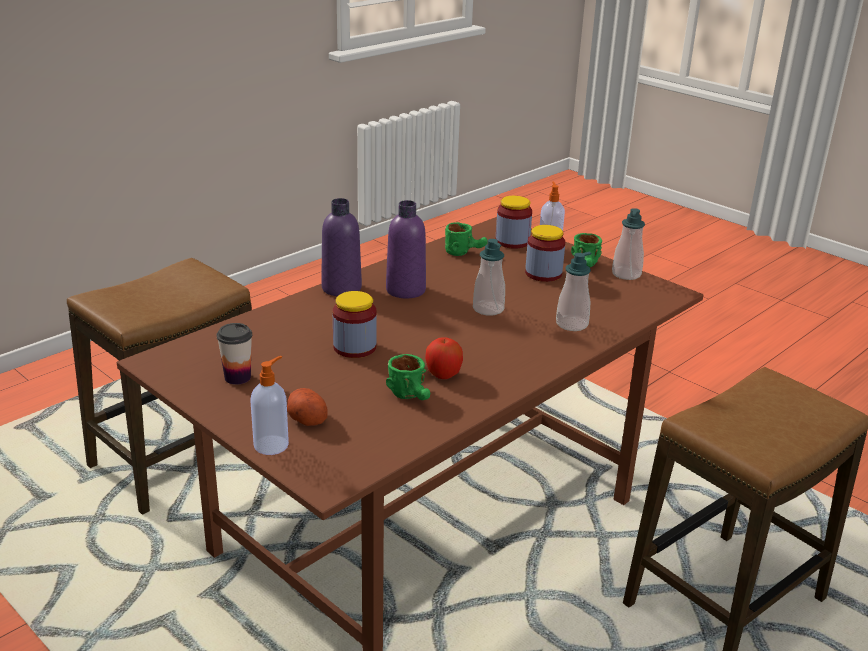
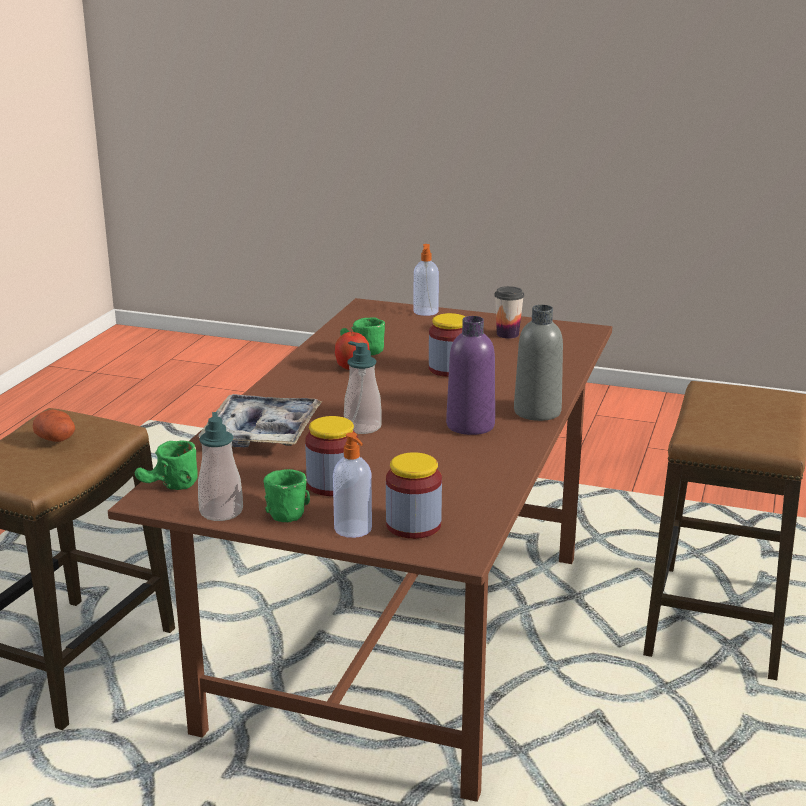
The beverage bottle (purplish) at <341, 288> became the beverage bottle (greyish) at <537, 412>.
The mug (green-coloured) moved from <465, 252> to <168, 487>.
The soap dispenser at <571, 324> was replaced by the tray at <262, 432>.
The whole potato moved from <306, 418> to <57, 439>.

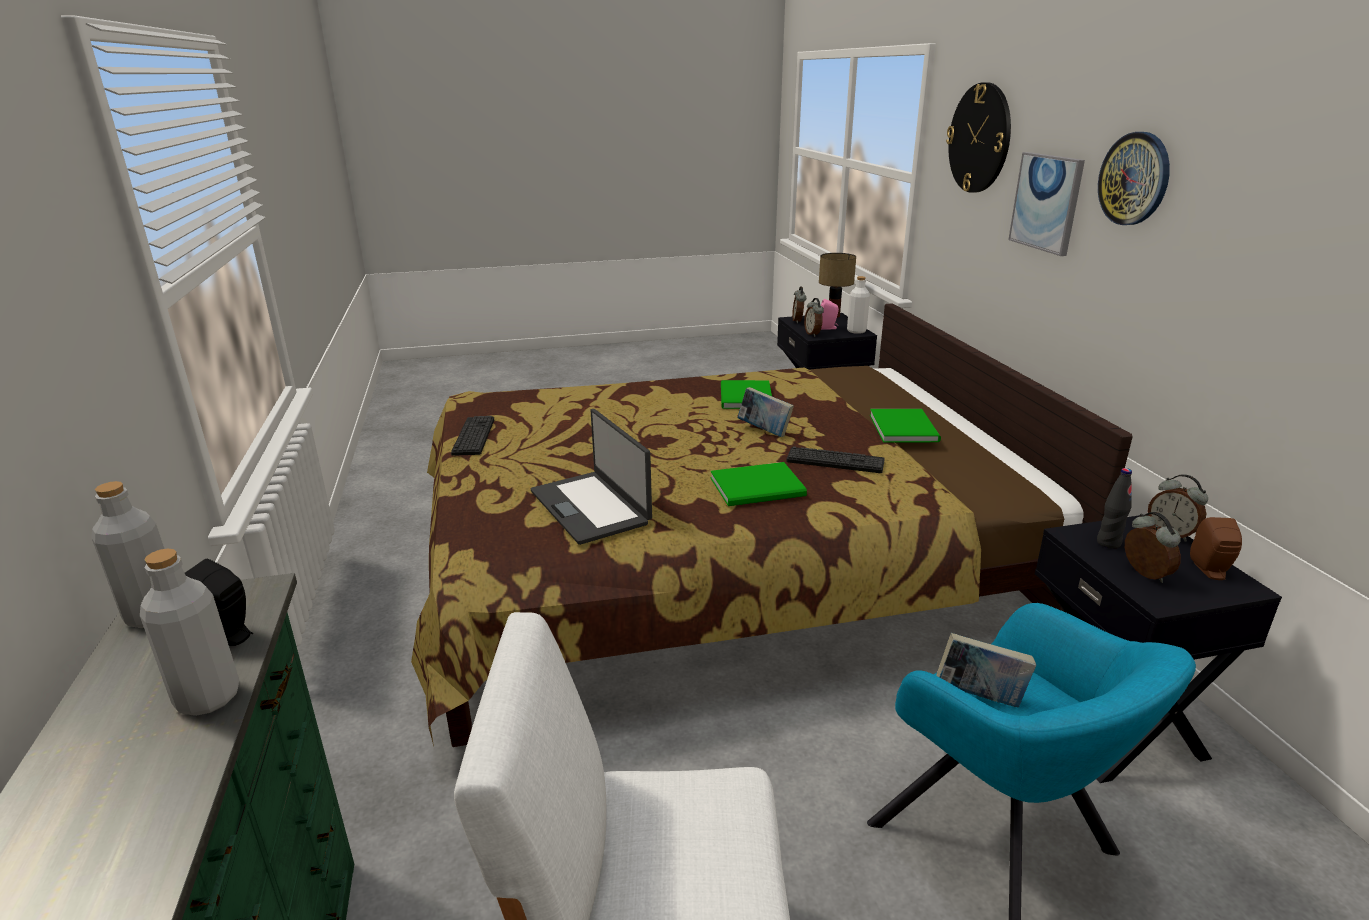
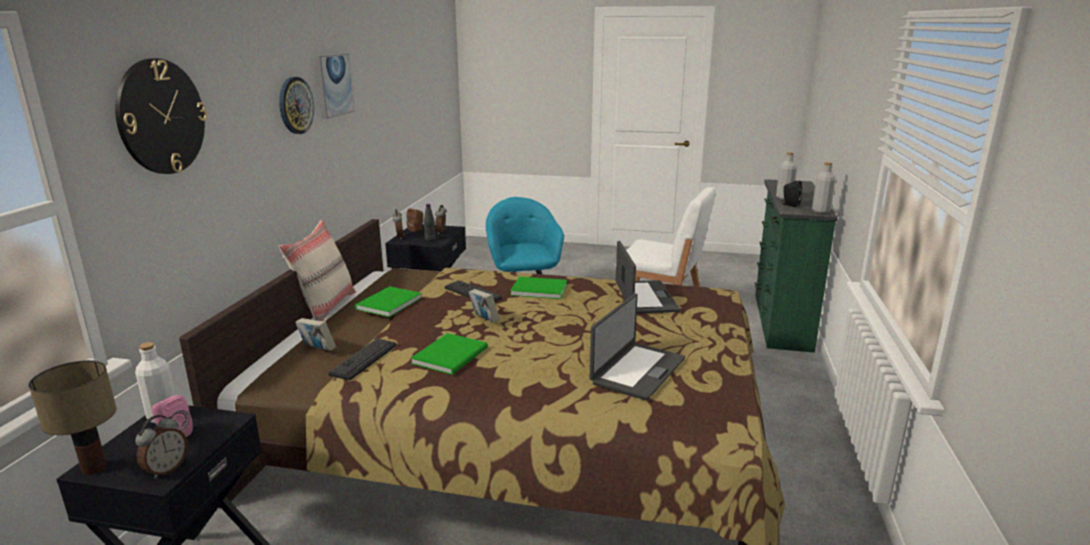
The picture moved from <1046, 202> to <334, 85>.
The alarm clock at <813, 334> disappeared.
The PC keyboard moved from <473, 436> to <364, 359>.
The volume moved from <979, 696> to <317, 350>.
The cushion (sand-coloured) at <325, 307> appeared.
The portable computer at <637, 370> appeared.

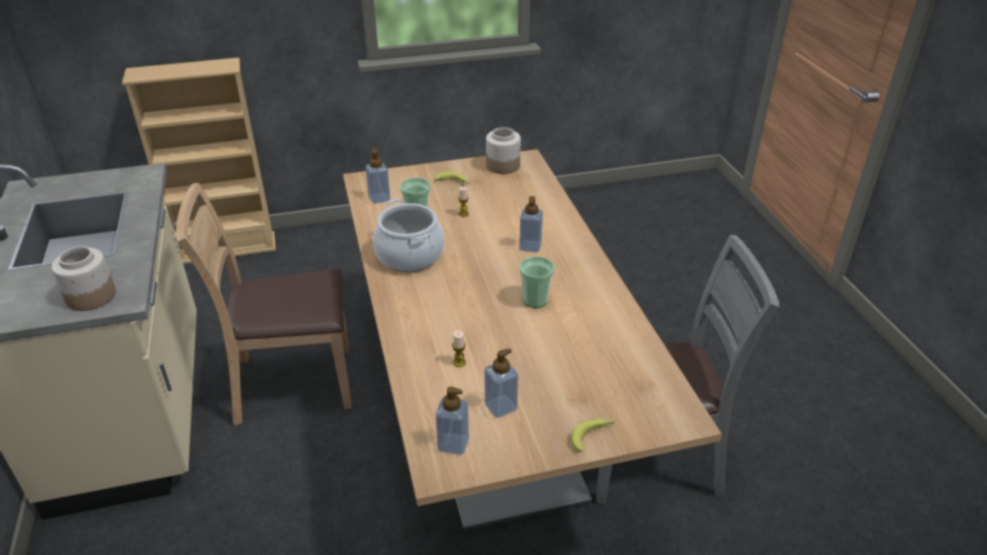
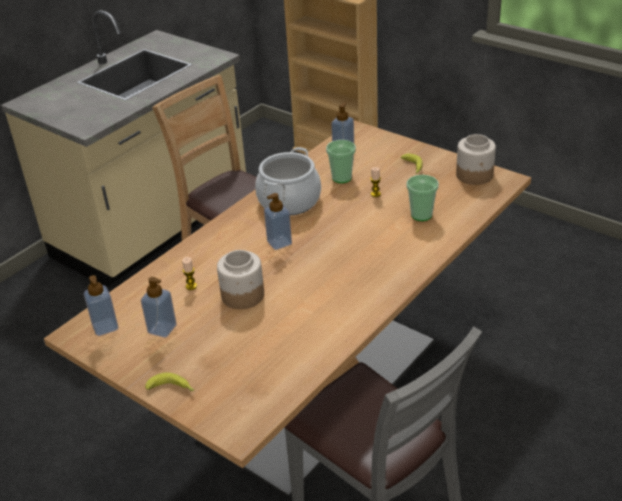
The soap dispenser moved from <530, 246> to <279, 242>.
The preserve jar moved from <90, 297> to <242, 295>.
The cup moved from <535, 300> to <421, 215>.

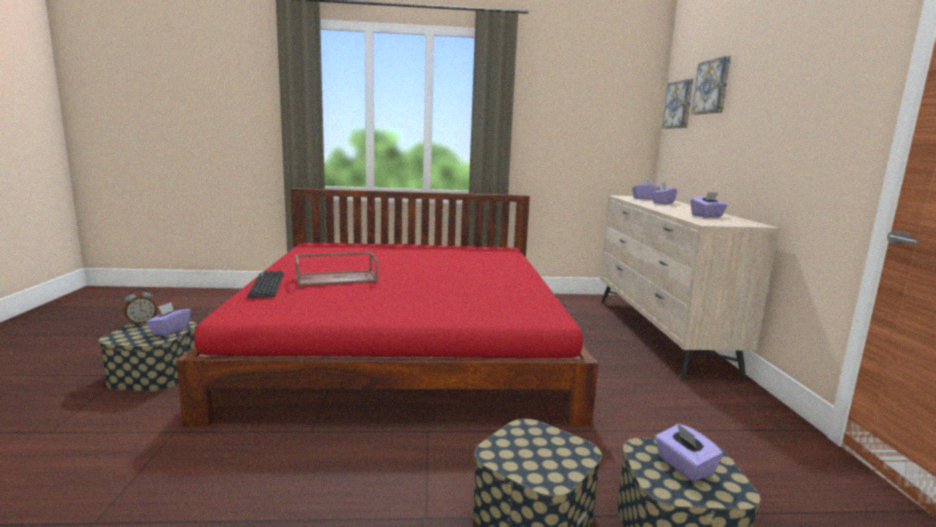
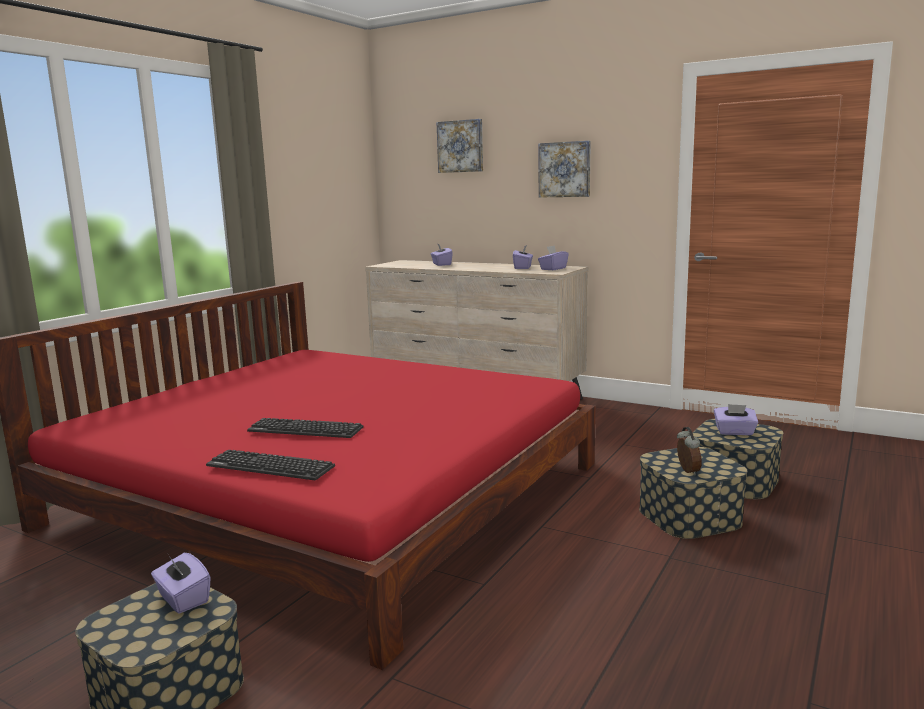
The picture moved from <679, 105> to <565, 169>.
The tissue holder (purplish) moved from <644, 198> to <553, 269>.
The tray (brown-coloured) at <337, 278> was replaced by the PC keyboard at <305, 429>.
The alarm clock moved from <141, 322> to <687, 471>.

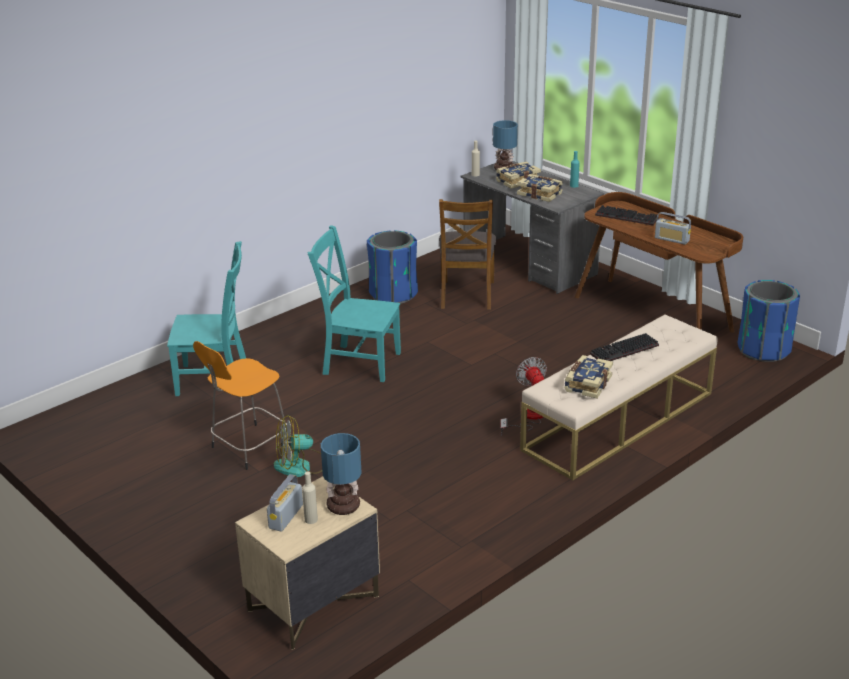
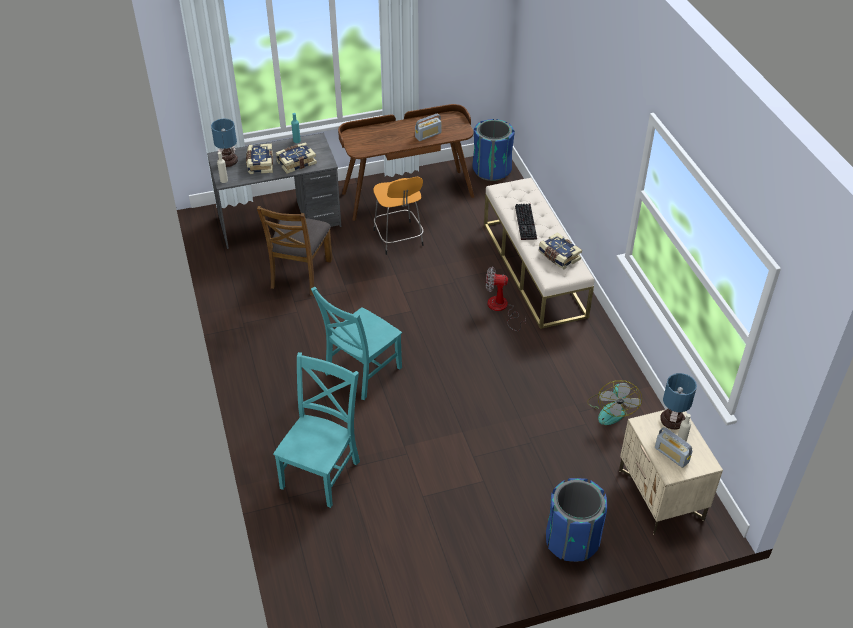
The plain chair (brown-coloured) at <466, 294> turned 75 degrees clockwise.
The PC keyboard at <628, 217> disappeared.
The waste bin (blue-coloured) moved from <393, 294> to <572, 540>.
The stool seat (orangey) moved from <248, 448> to <398, 239>.
The cooling fan moved from <301, 466> to <611, 409>.

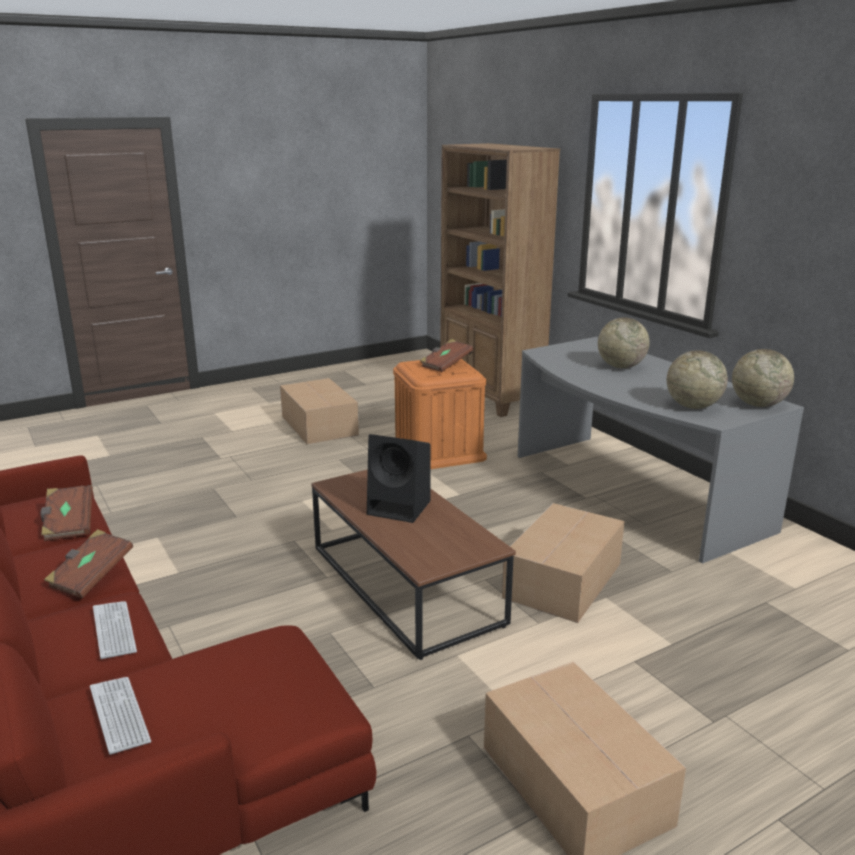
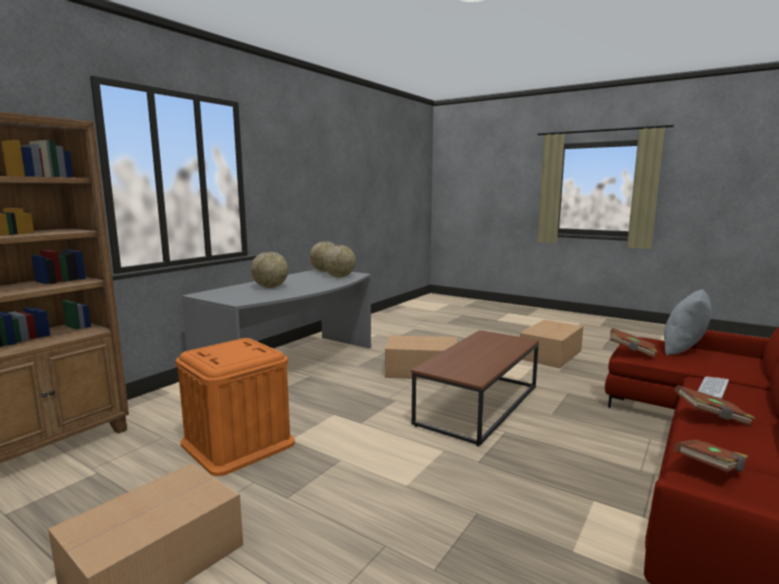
The volume (brown-coloured) moved from <445, 365> to <631, 351>.
The loudspeaker (black-coloured) at <401, 508> disappeared.
The PC keyboard at <119, 715> disappeared.
The cushion (greyish) at <683, 350> appeared.

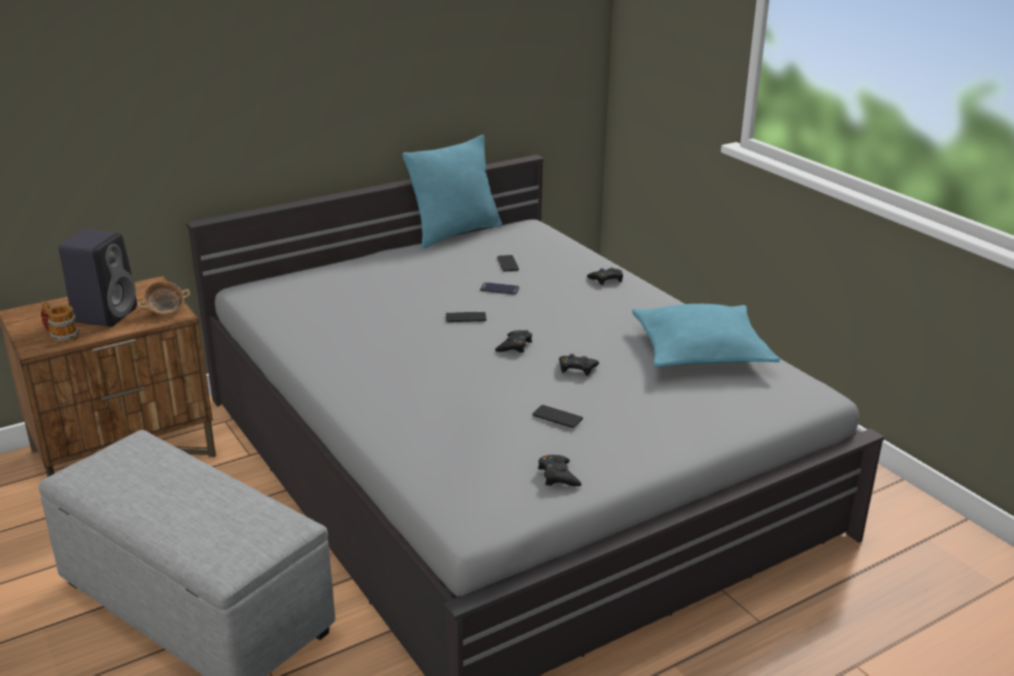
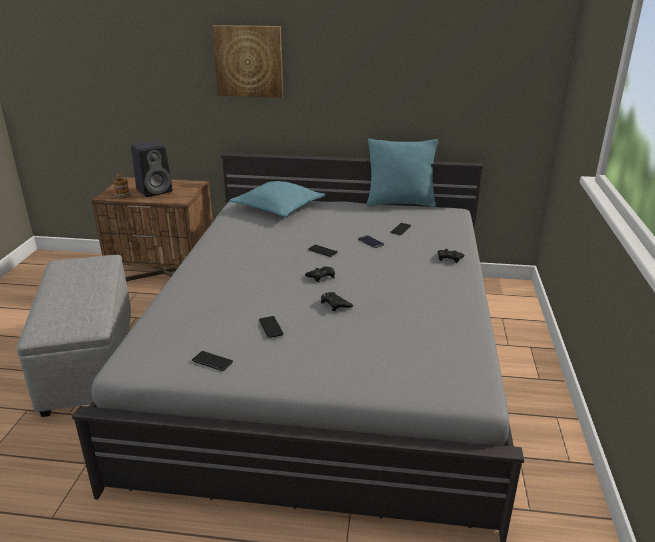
The serving bowl at <166, 312> disappeared.
The cushion (turquoise) moved from <700, 351> to <278, 208>.
The gamepad (black-coloured) at <558, 475> was replaced by the telephone at <212, 361>.
The picture at <249, 61> appeared.

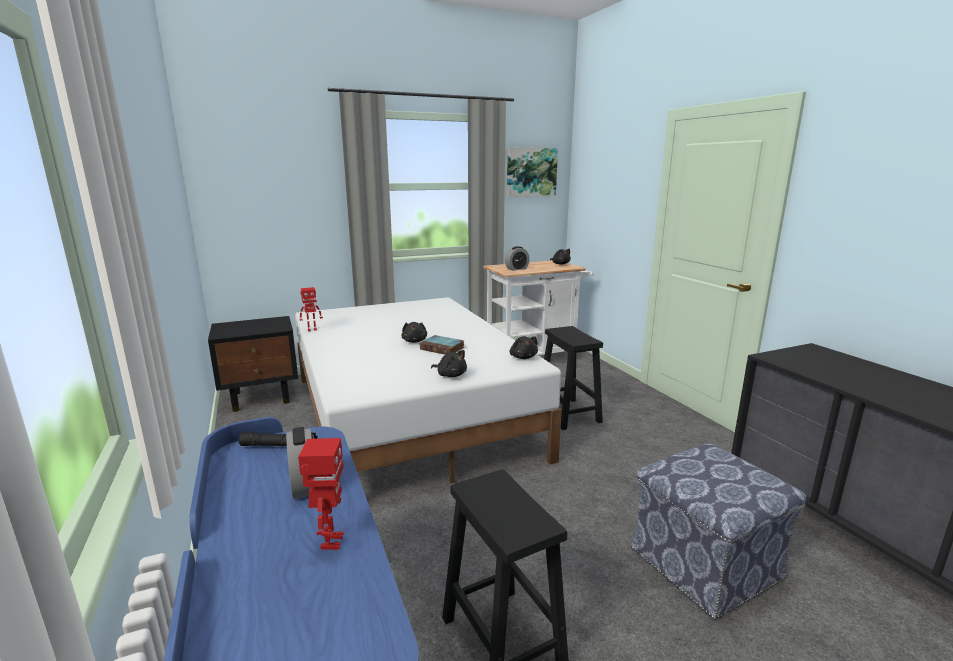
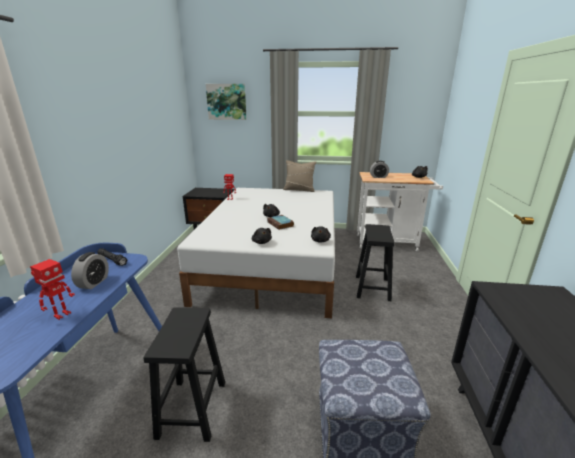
The picture moved from <531, 172> to <226, 102>.
The cushion (sand-coloured) at <299, 189> appeared.

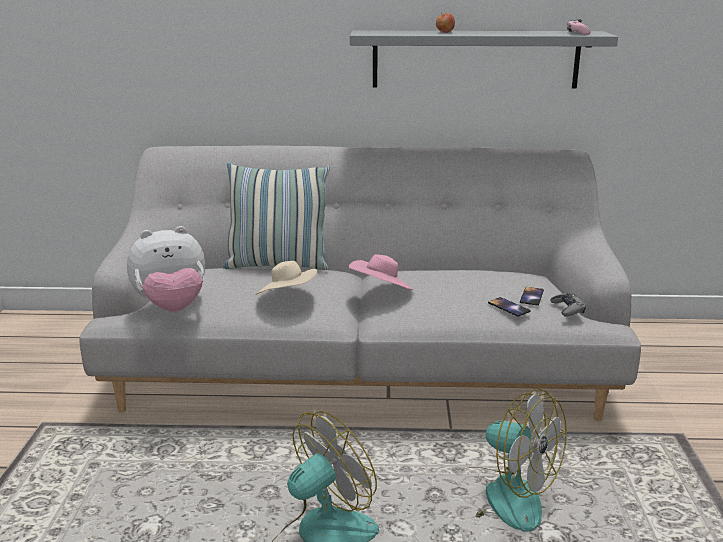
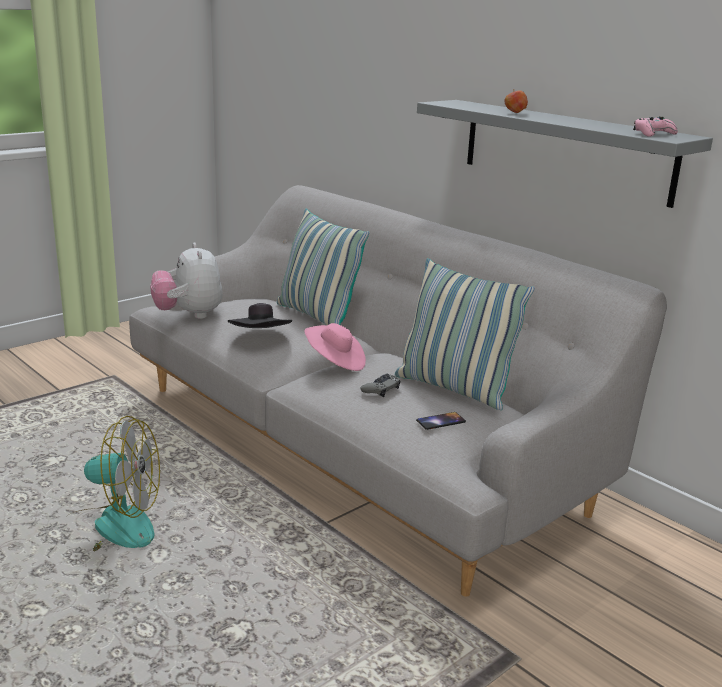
The soft toy at <172, 308> turned 45 degrees clockwise.
The hat (sand-coloured) at <288, 298> became the hat (black-coloured) at <261, 338>.
The gamepad (greyish) moved from <567, 308> to <381, 389>.
The telephone at <508, 307> disappeared.
The cooling fan at <499, 497> disappeared.
The cushion at <454, 388> appeared.

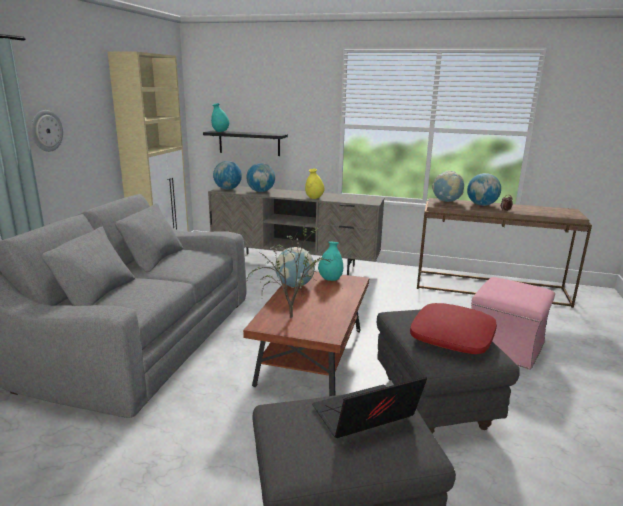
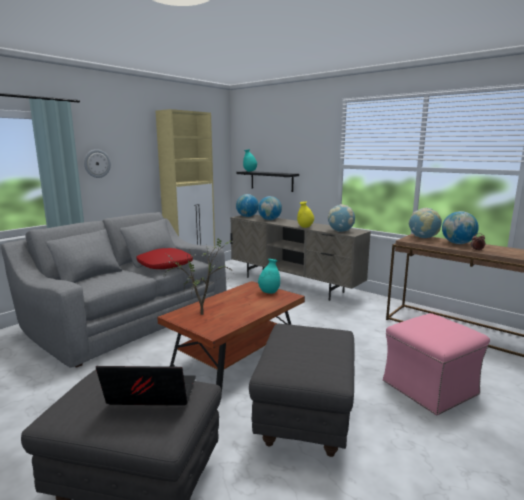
The world globe moved from <295, 285> to <340, 231>.
The cushion (red-coloured) moved from <451, 337> to <165, 265>.

